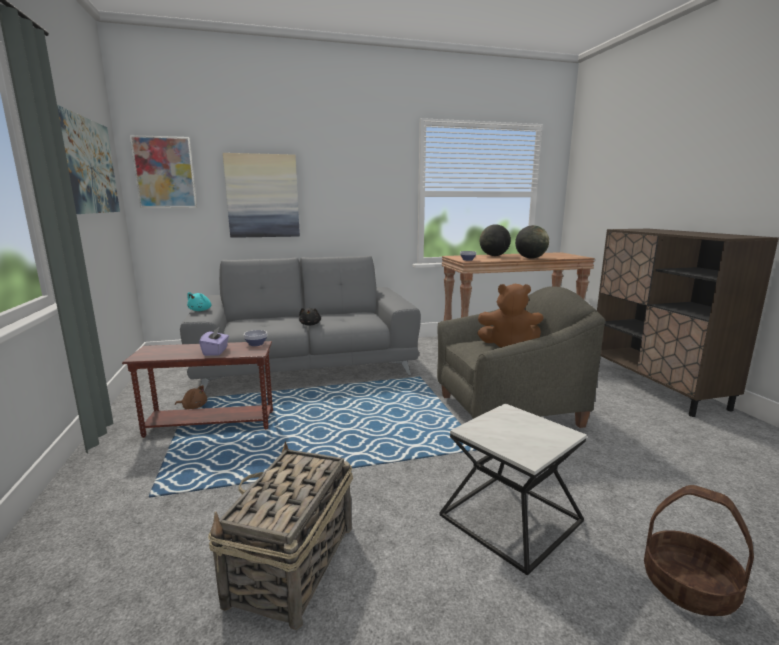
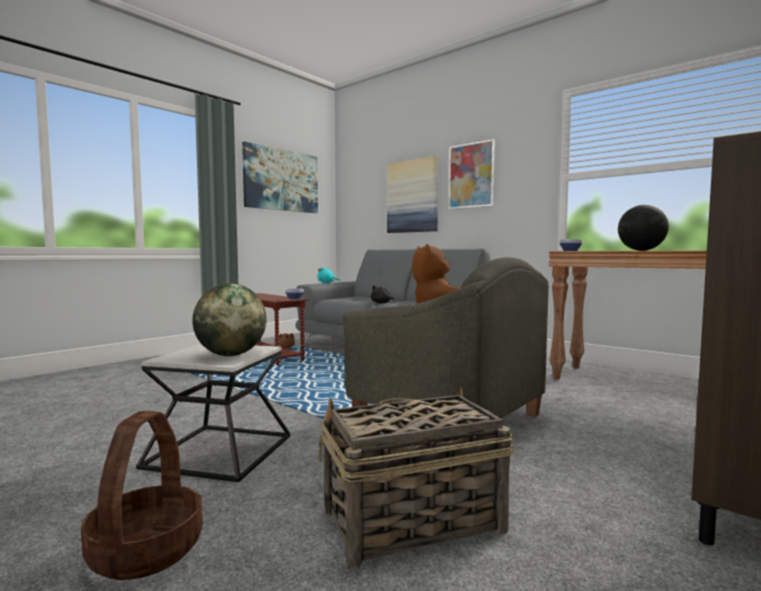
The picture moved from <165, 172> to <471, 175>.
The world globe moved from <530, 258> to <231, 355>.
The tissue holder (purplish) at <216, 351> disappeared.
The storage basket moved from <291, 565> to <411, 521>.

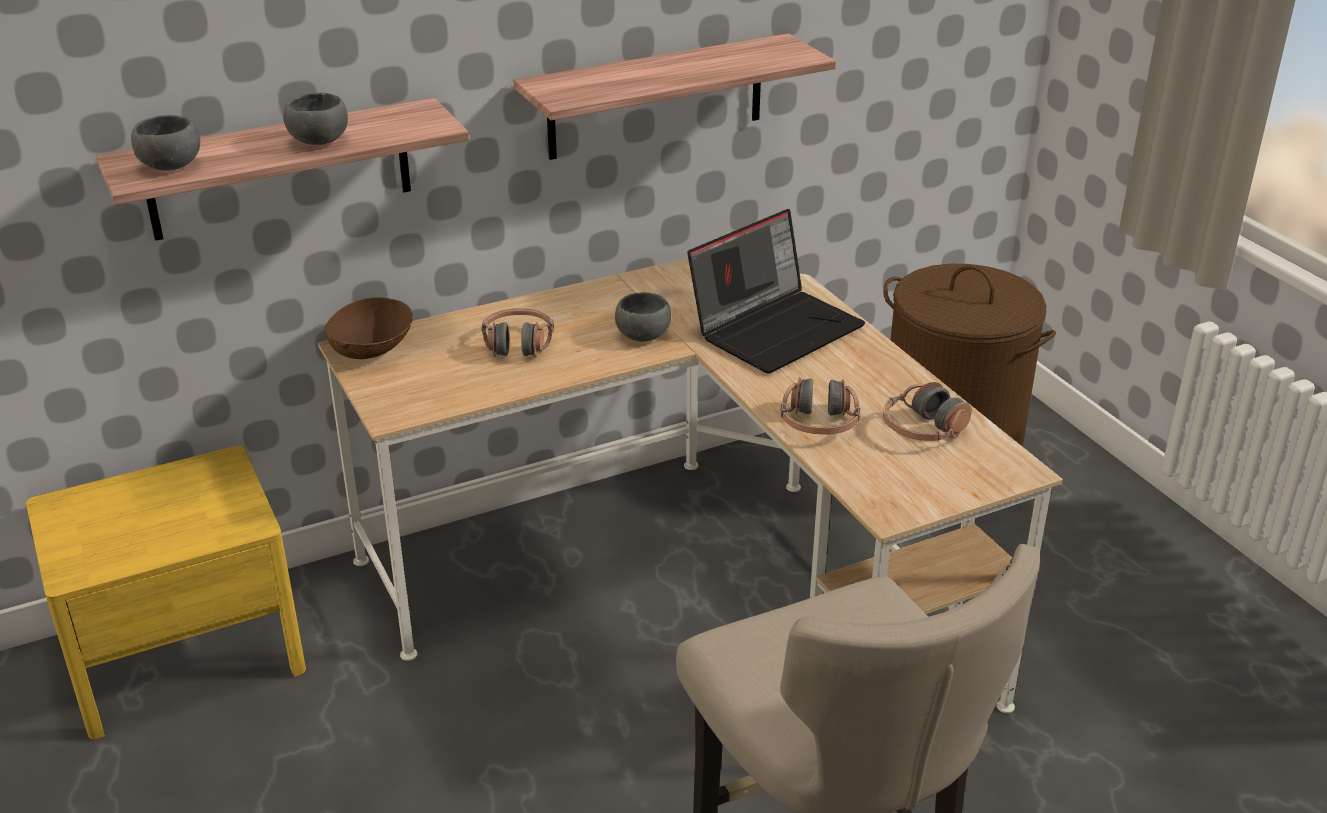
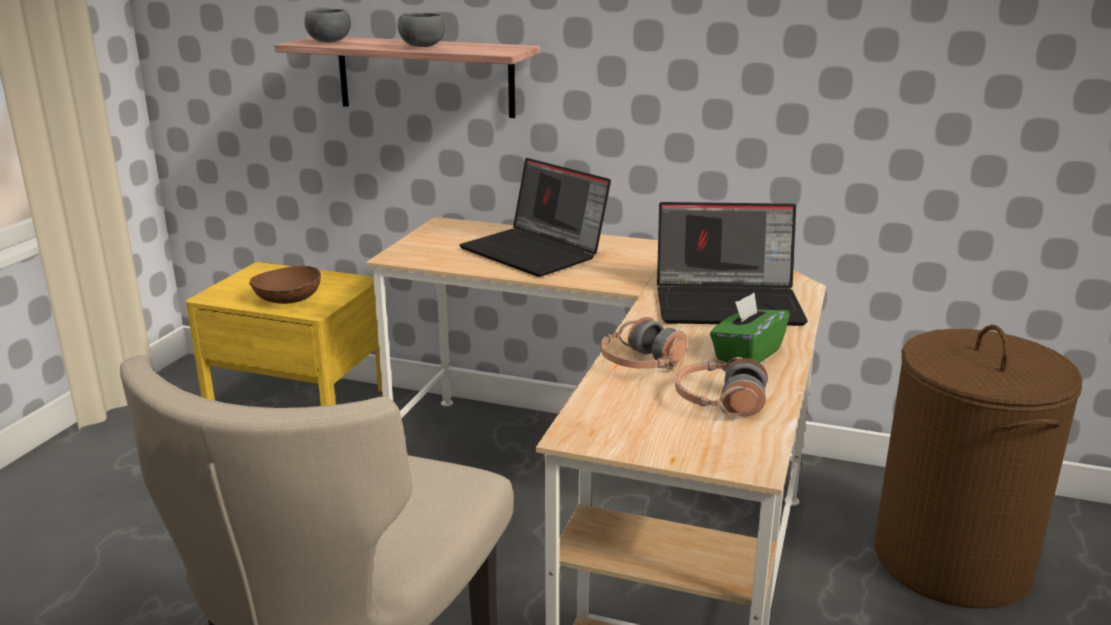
The bracket shelf at <656, 97> disappeared.
The serving bowl (greyish) at <642, 335> disappeared.
The serving bowl (brown-coloured) moved from <372, 351> to <288, 301>.
The pair of headphones at <518, 344> was replaced by the portable computer at <536, 252>.
The tissue holder (green-coloured) at <747, 354> appeared.

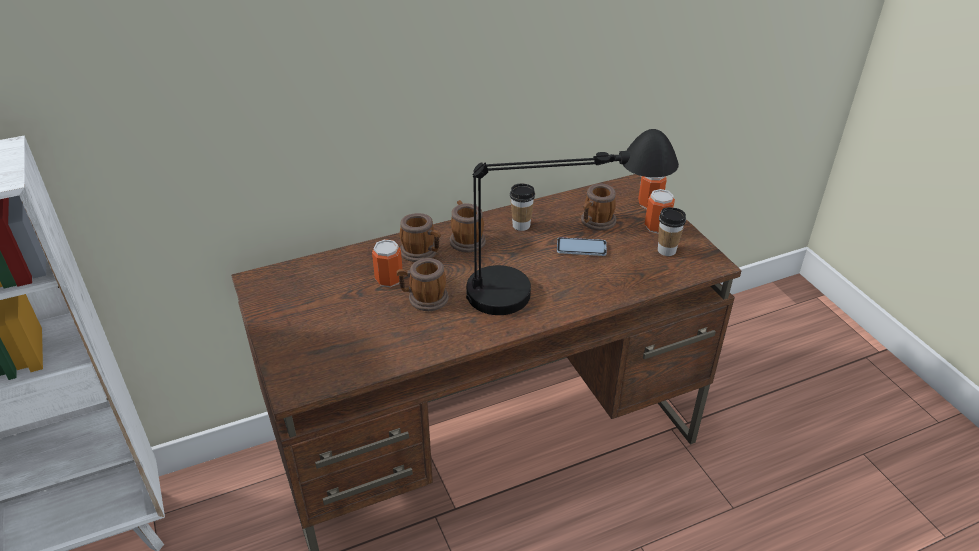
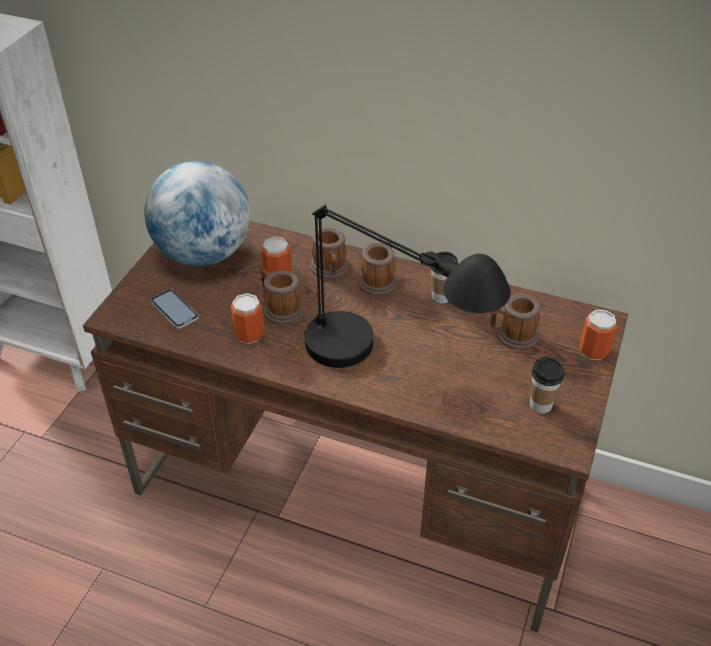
The can moved from <657, 227> to <249, 334>.
The telephone moved from <581, 248> to <174, 310>.
The world globe at <204, 254> appeared.

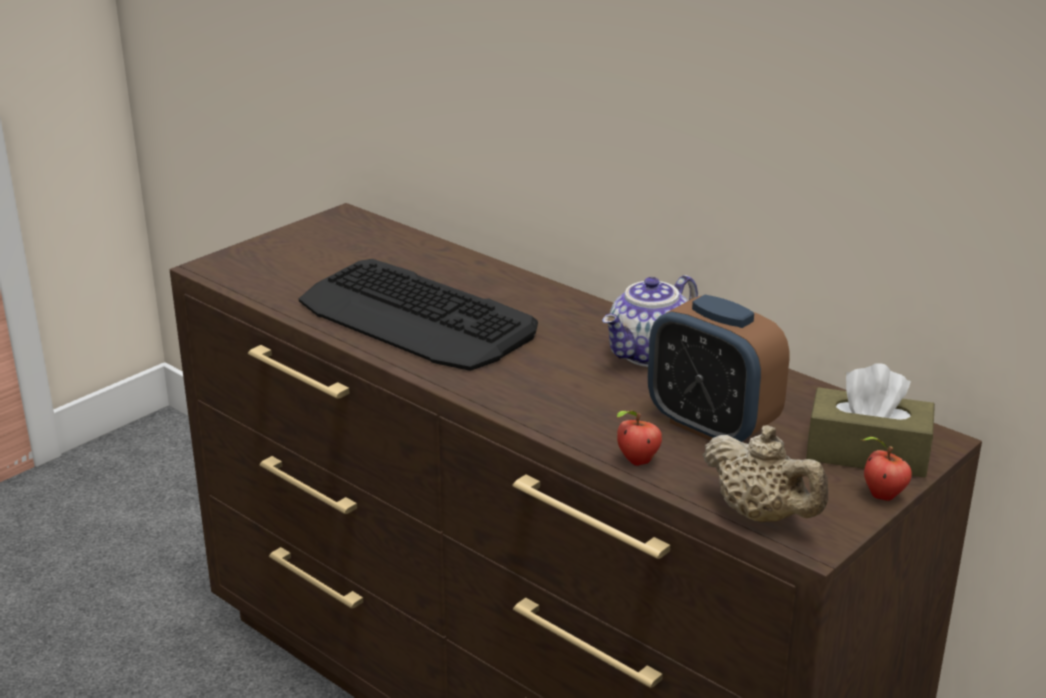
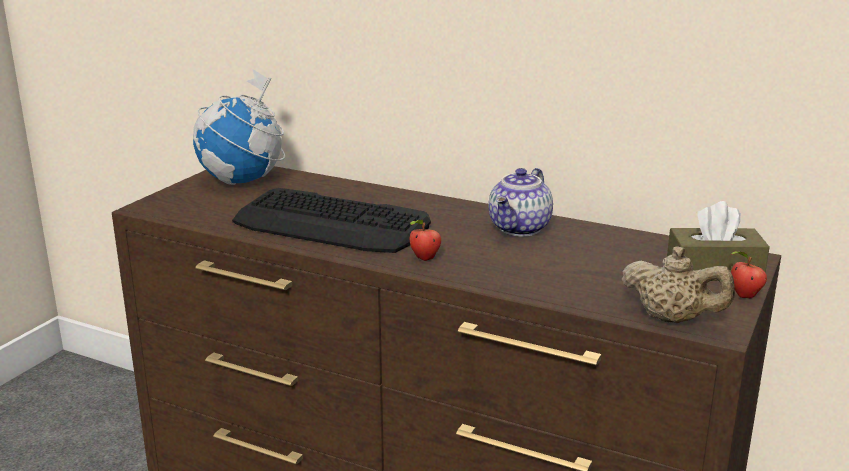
The alarm clock at <711, 426> disappeared.
The apple moved from <637, 462> to <424, 259>.
The world globe at <242, 181> appeared.

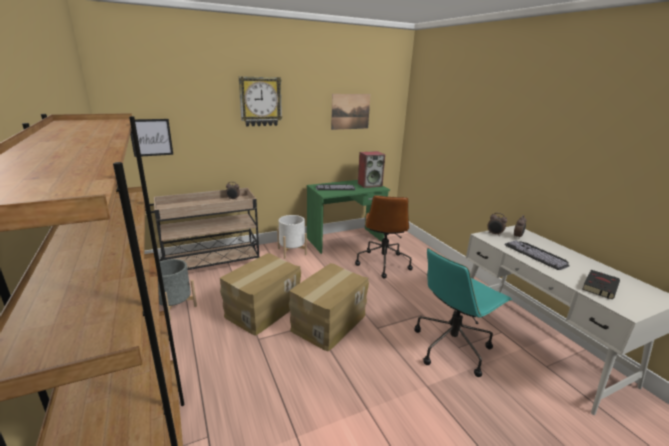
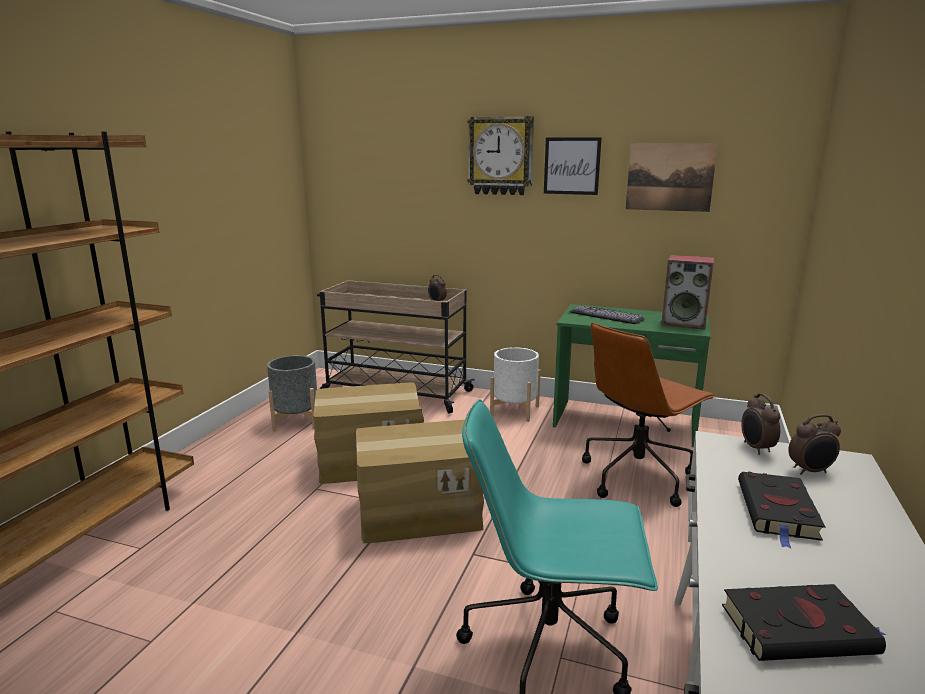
The picture moved from <151, 137> to <572, 166>.
The PC keyboard at <537, 254> was replaced by the volume (black-coloured) at <778, 512>.

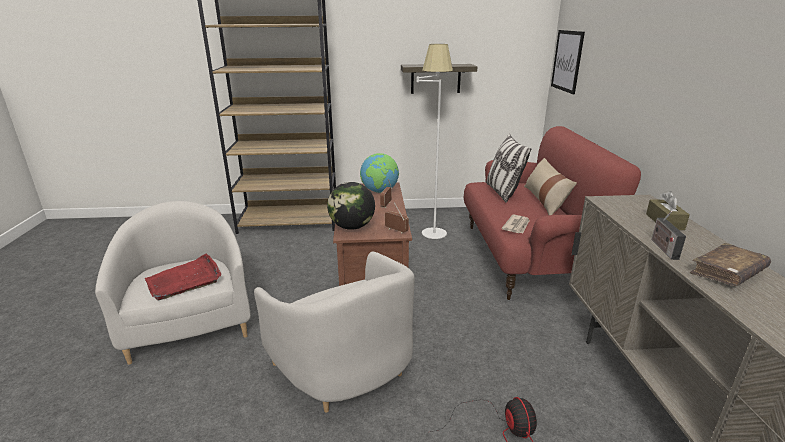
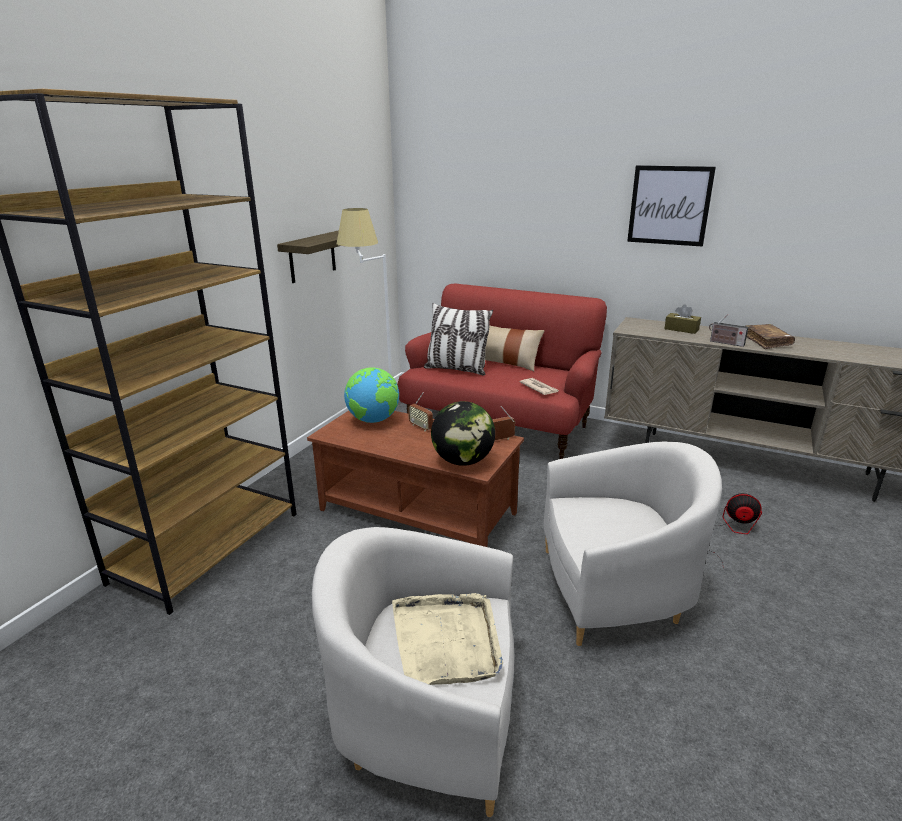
The picture moved from <567, 61> to <669, 205>.
The tray (red-coloured) at <184, 280> became the tray (sand-coloured) at <446, 641>.

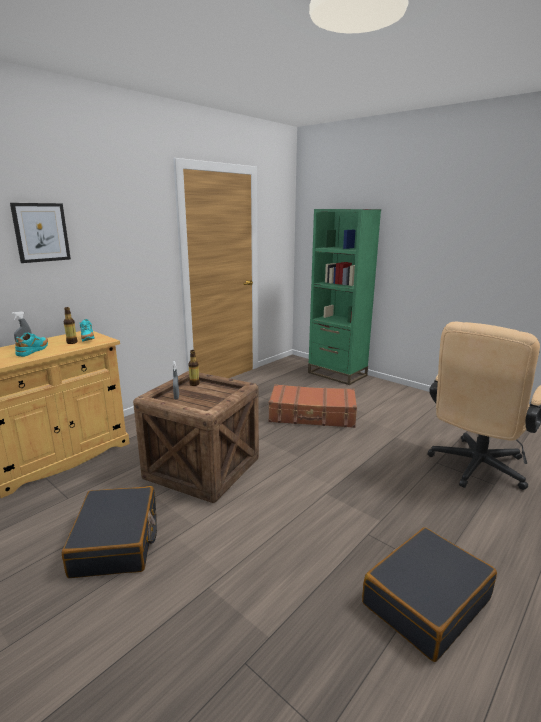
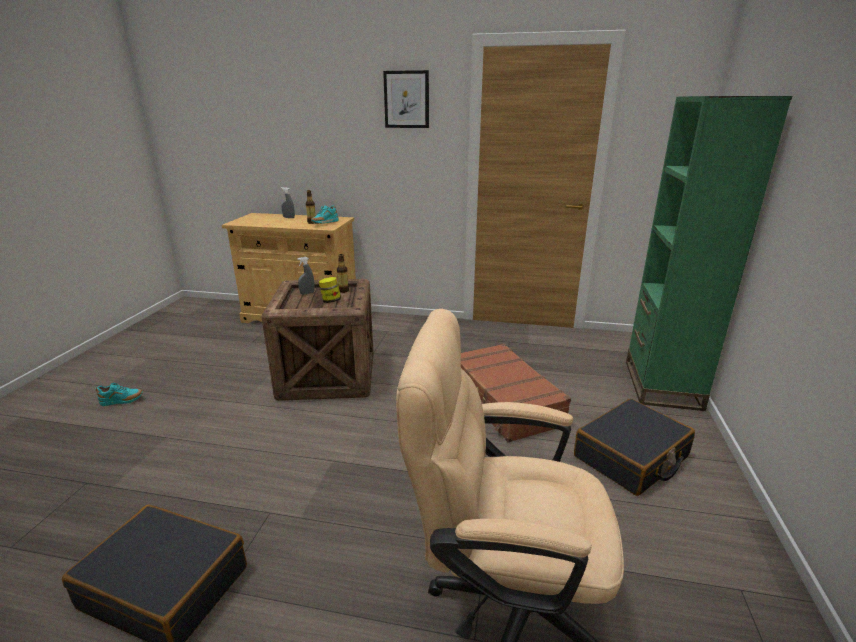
The picture moved from <41, 232> to <406, 99>.
The shoe (turquoise) moved from <34, 351> to <122, 401>.
The piece of luggage (black-coloured) moved from <116, 541> to <631, 457>.
The preserve jar at <331, 301> appeared.

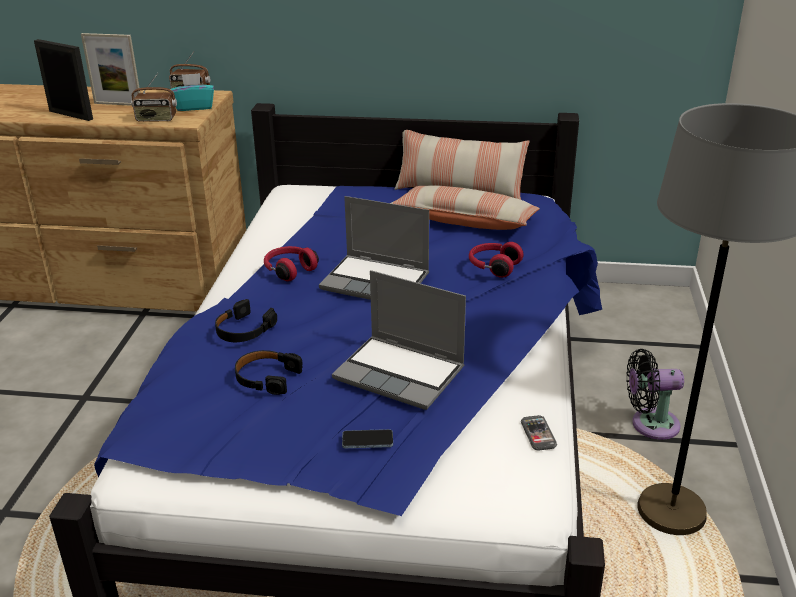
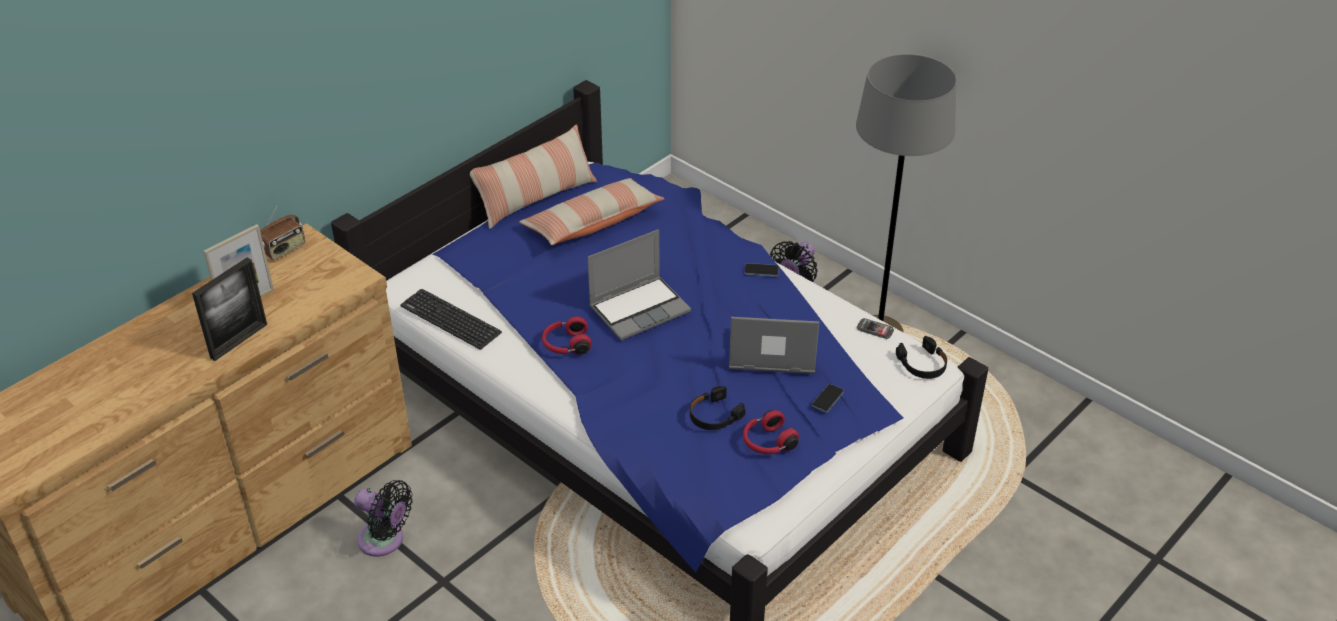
The standing frame at <71, 115> turned 150 degrees clockwise.
The radio receiver at <156, 119> disappeared.
The tissue holder (turquoise) at <194, 107> disappeared.
The pair of headphones (red-coloured) moved from <493, 267> to <767, 443>.
The portable computer at <401, 373> turned 150 degrees counterclockwise.
The pair of headphones (black-coloured) moved from <244, 330> to <922, 364>.
The telephone at <761, 271> appeared.
The PC keyboard at <450, 319> appeared.
The cooling fan (black-coloured) at <385, 541> appeared.

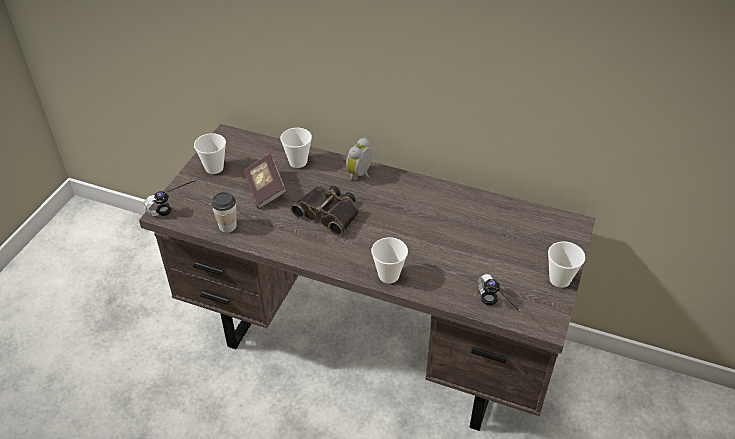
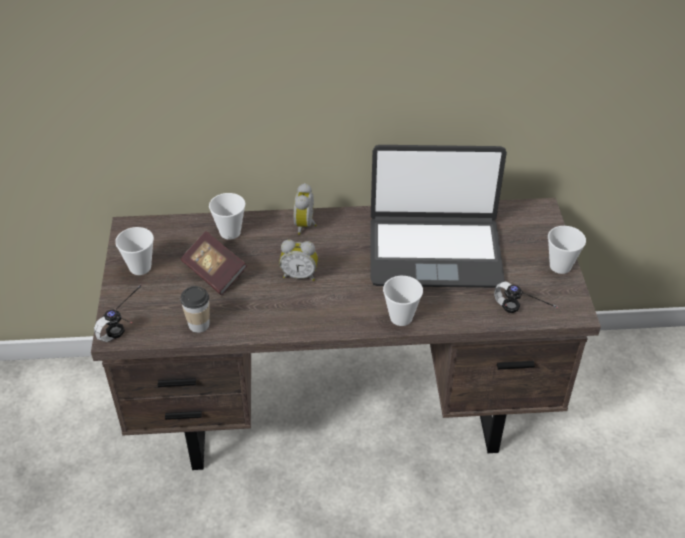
The binoculars at <329, 213> was replaced by the alarm clock at <299, 275>.
The portable computer at <434, 252> appeared.

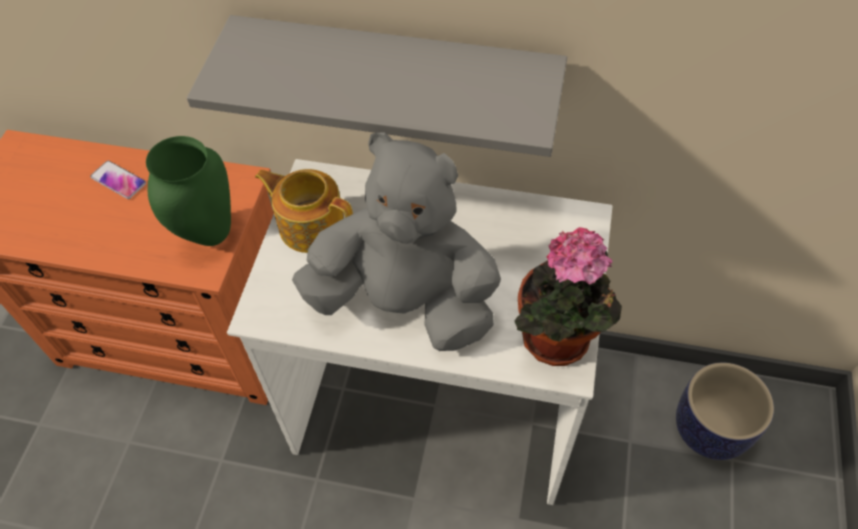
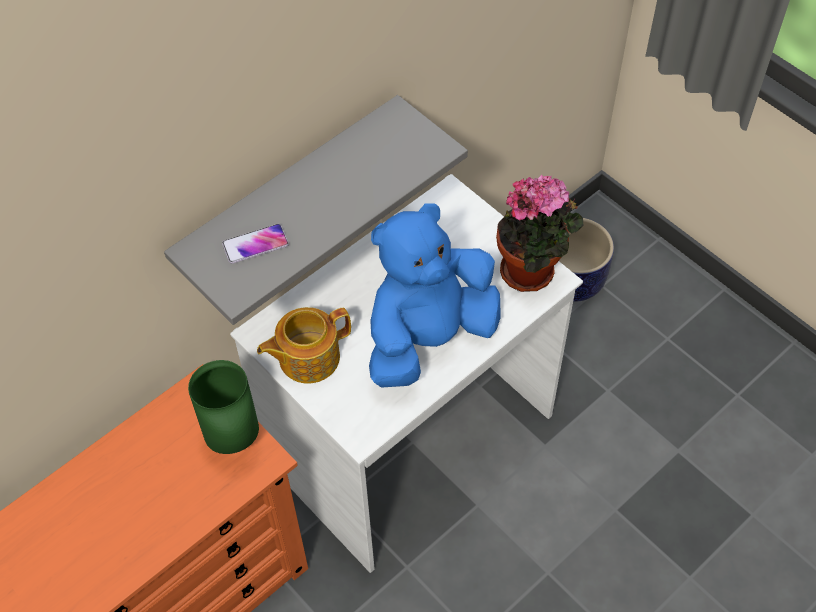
The soft toy (greyish) at <405, 302> became the soft toy (blue-coloured) at <428, 337>.
The telephone moved from <118, 180> to <255, 244>.

